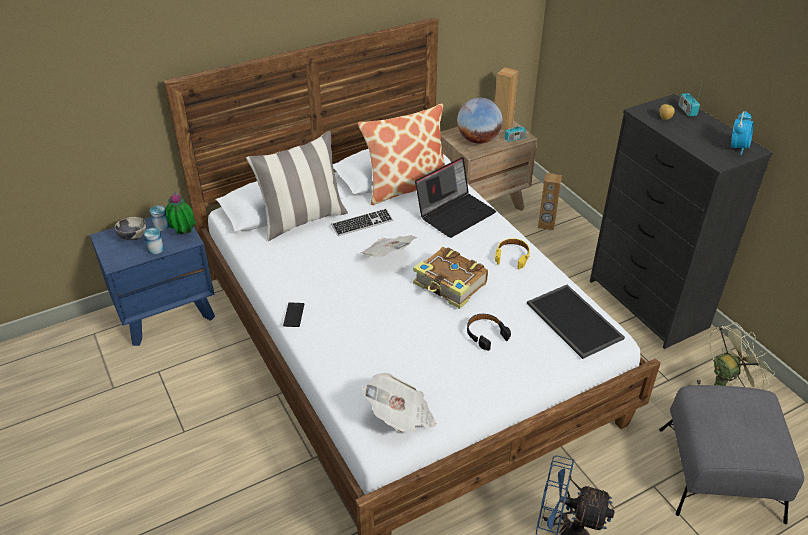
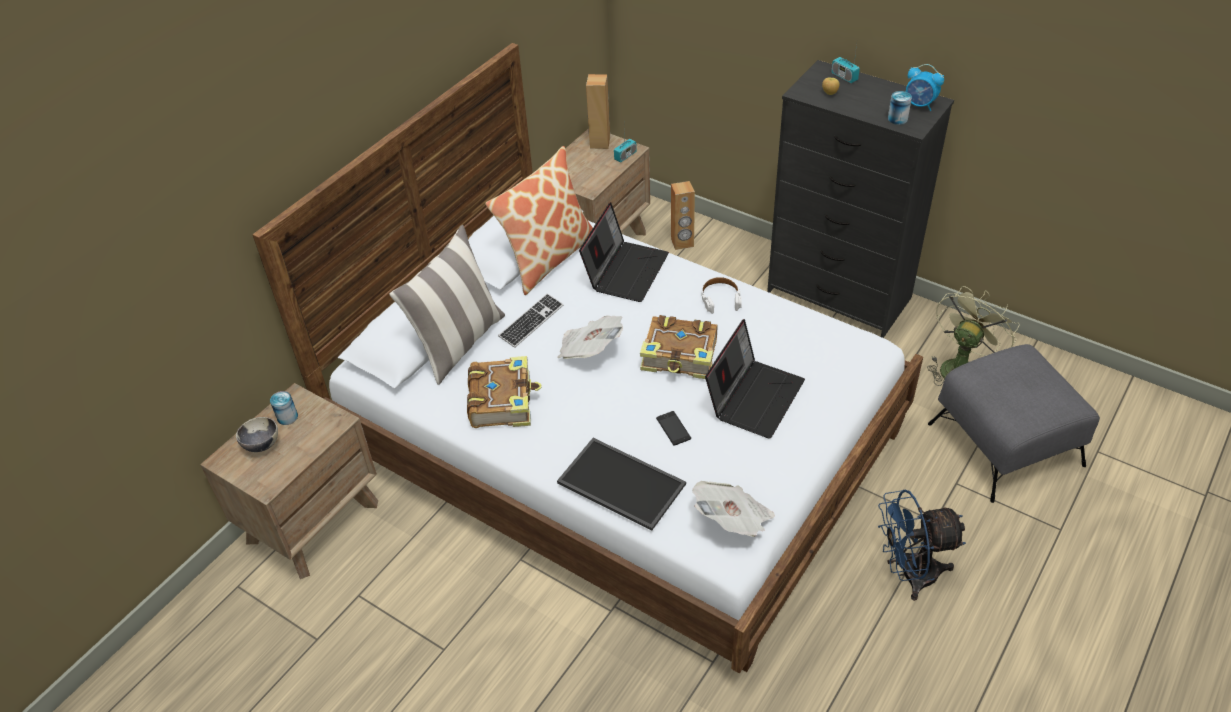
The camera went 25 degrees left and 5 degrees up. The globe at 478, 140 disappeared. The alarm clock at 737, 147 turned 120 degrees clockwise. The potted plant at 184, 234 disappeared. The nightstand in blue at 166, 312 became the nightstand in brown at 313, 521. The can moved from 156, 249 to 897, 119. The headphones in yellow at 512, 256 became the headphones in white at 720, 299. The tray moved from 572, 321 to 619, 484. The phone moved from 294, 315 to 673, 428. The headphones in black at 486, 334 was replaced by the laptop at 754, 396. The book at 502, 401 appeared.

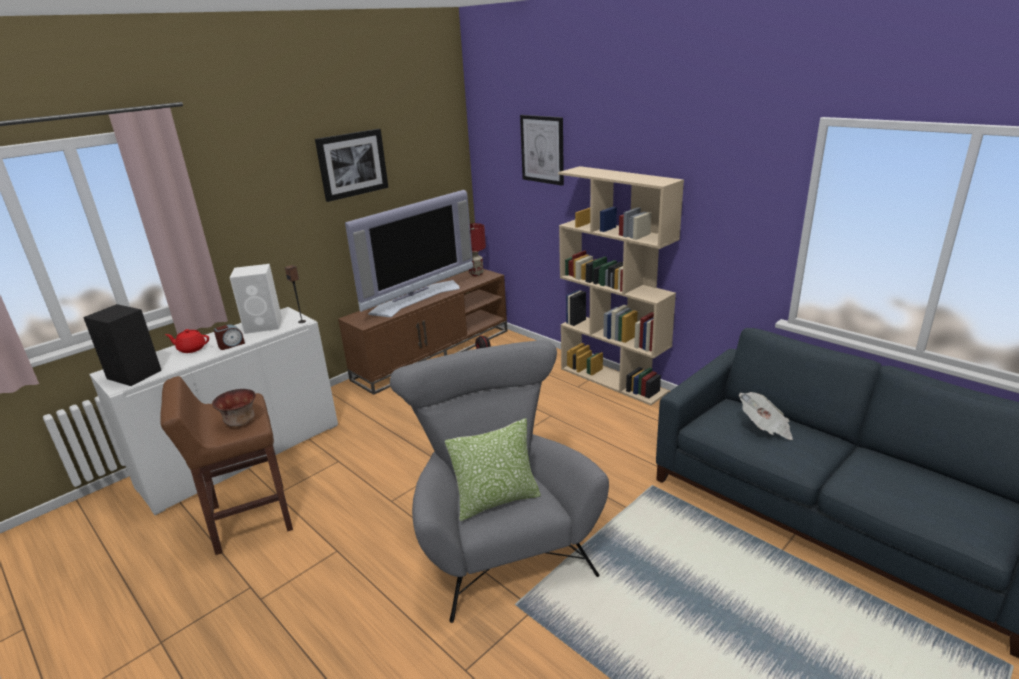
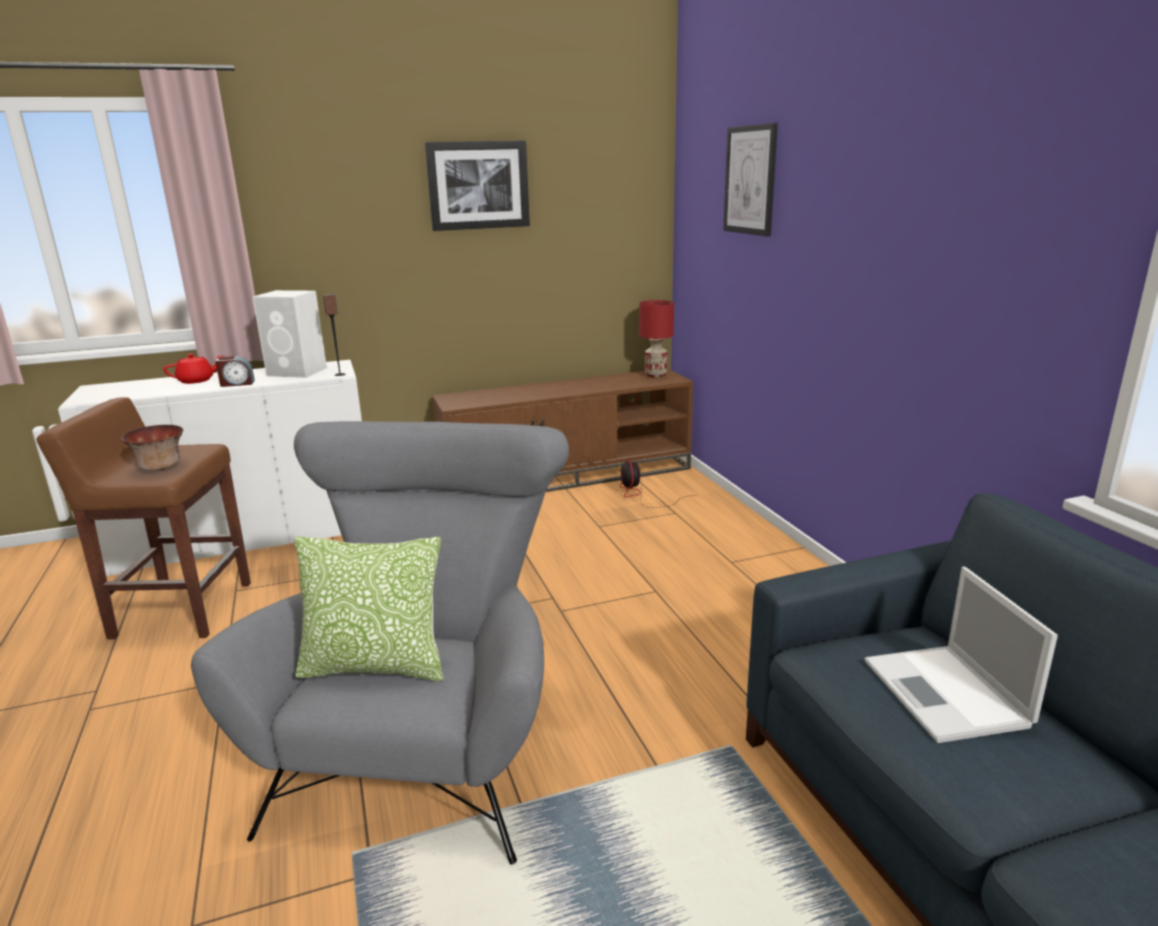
The camera went 25 degrees right and 5 degrees down. The bookcase in beige at 613, 380 disappeared. The television at 416, 298 disappeared. The speaker in black at 135, 375 disappeared. The teapot in red at 191, 349 turned 120 degrees clockwise. The newspaper at 765, 428 was replaced by the laptop at 947, 694.

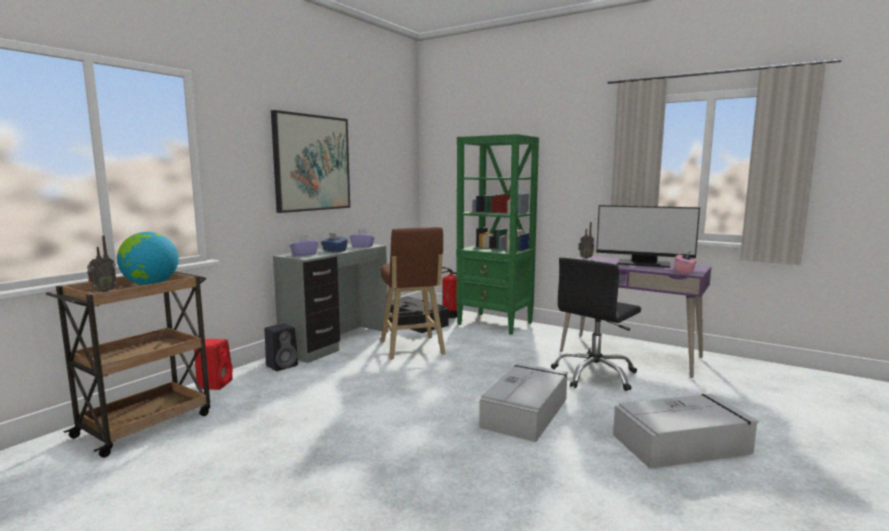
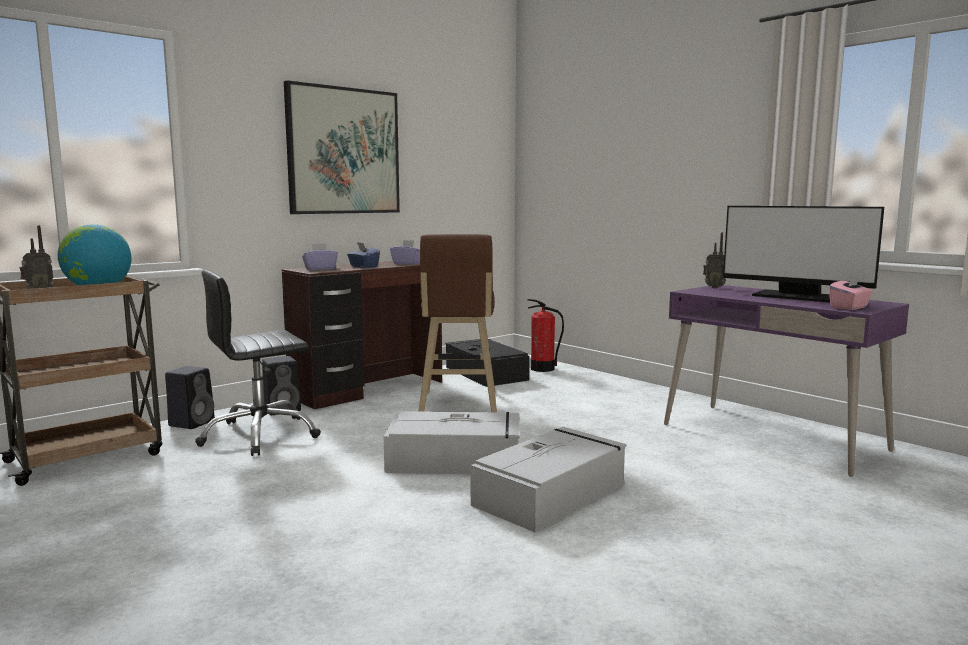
The camera went 15 degrees right and 0 degrees up. The bookcase in green at 495, 324 disappeared. The desk in grey at 338, 343 became the desk in brown at 369, 390. The office chair in black moved from 595, 375 to 260, 435. The speaker in red at 215, 384 became the speaker in black at 192, 423. The storage box in grey moved from 682, 444 to 456, 460.

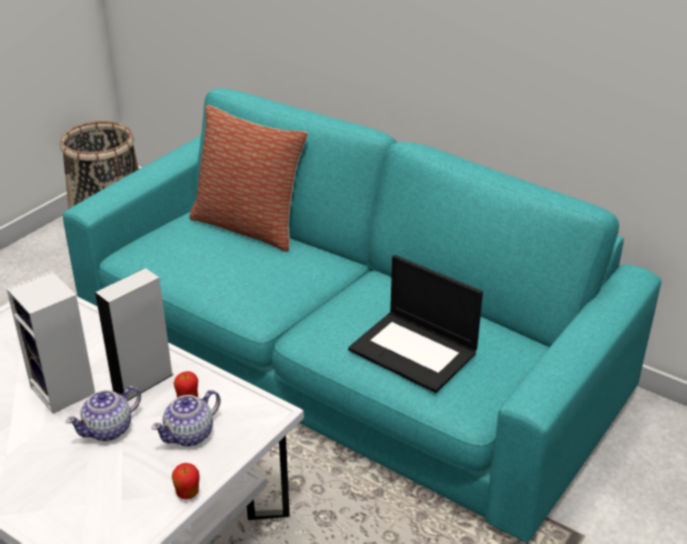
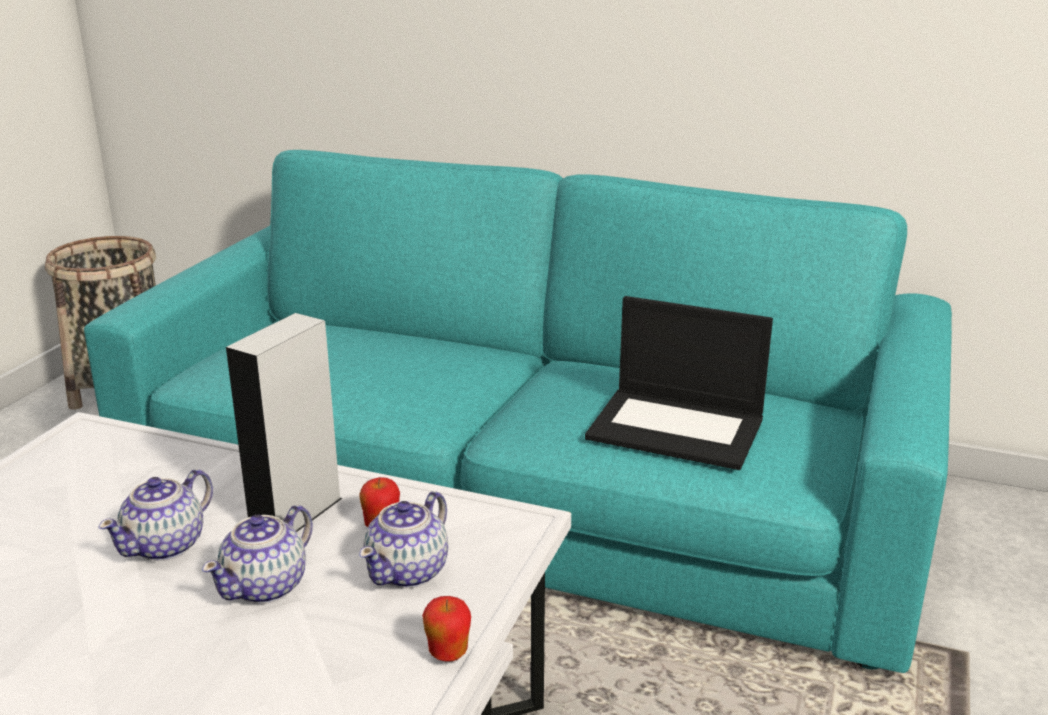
The camera went 15 degrees left and 10 degrees down. The pillow at 249, 226 disappeared. The speaker at 65, 391 was replaced by the teapot at 166, 545.

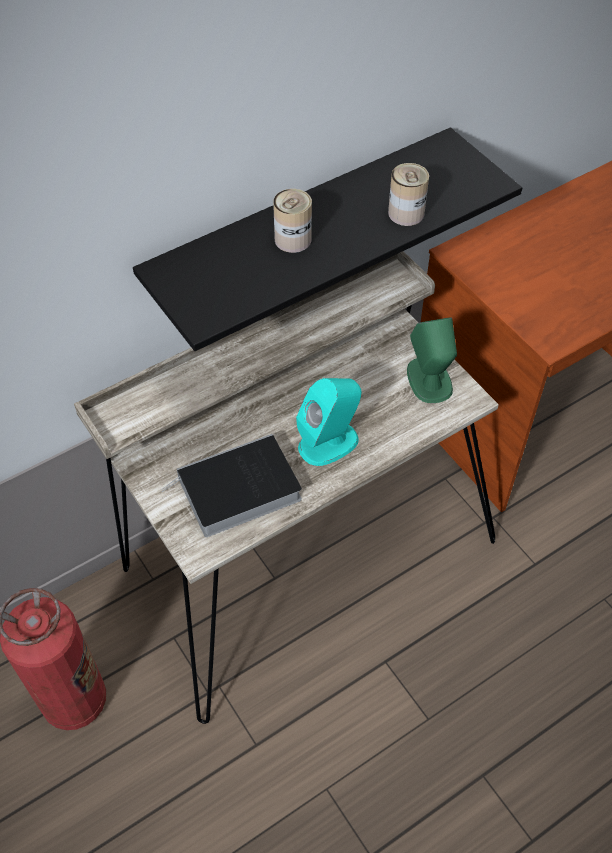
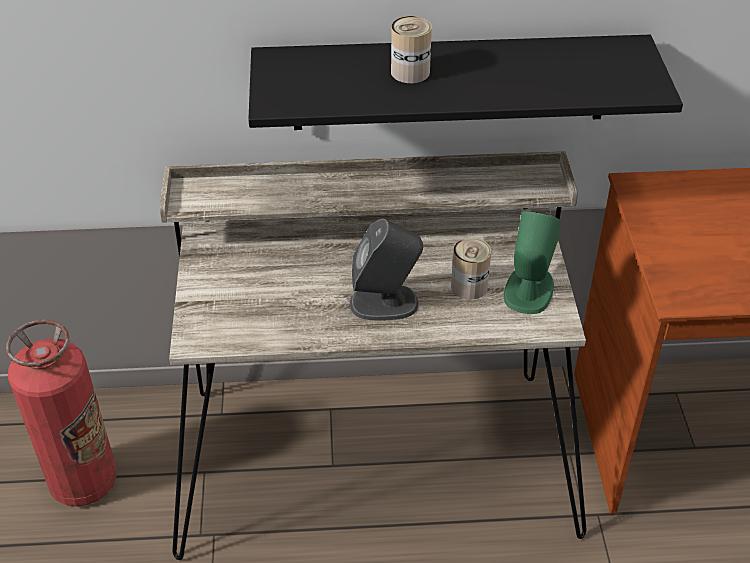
The camera went 30 degrees right and 10 degrees down. The can moved from 406, 213 to 469, 286. The speaker in turquoise at 329, 442 became the speaker in grey at 385, 303. The book at 236, 491 disappeared.

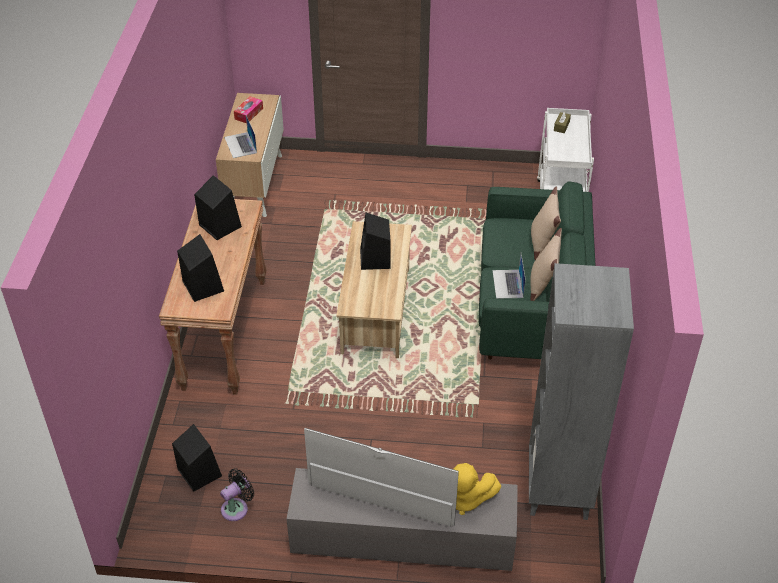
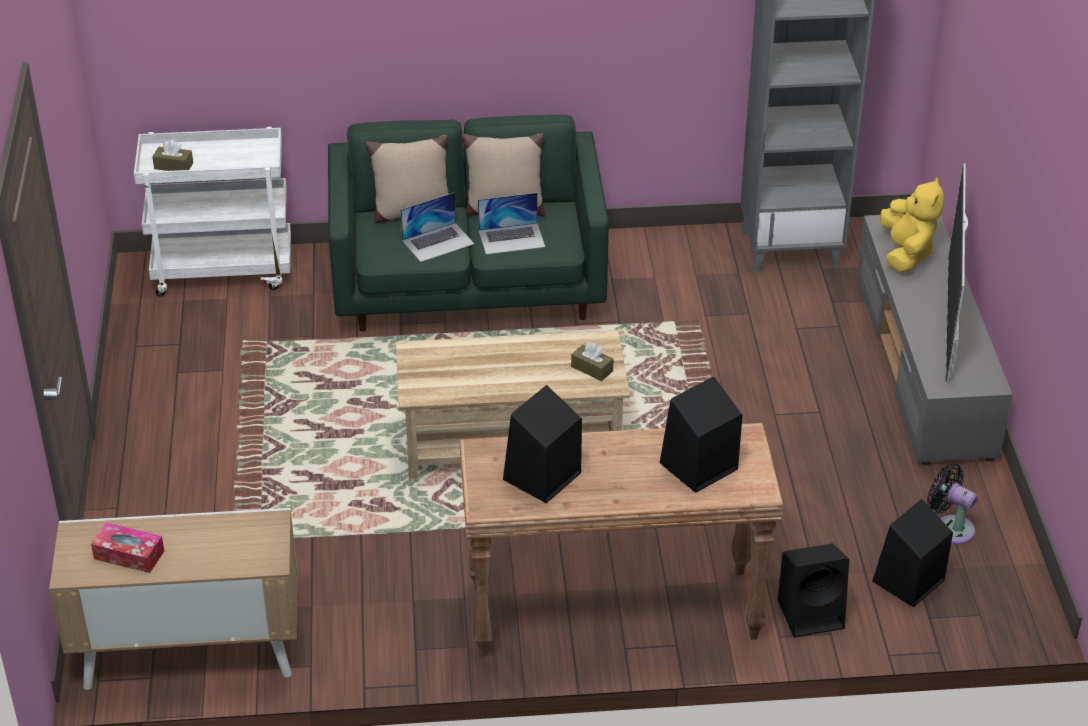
The camera went 100 degrees left and 5 degrees down. The laptop moved from 240, 145 to 438, 242. The speaker in black moved from 375, 259 to 812, 613. The tissue box in brown at 592, 369 appeared.

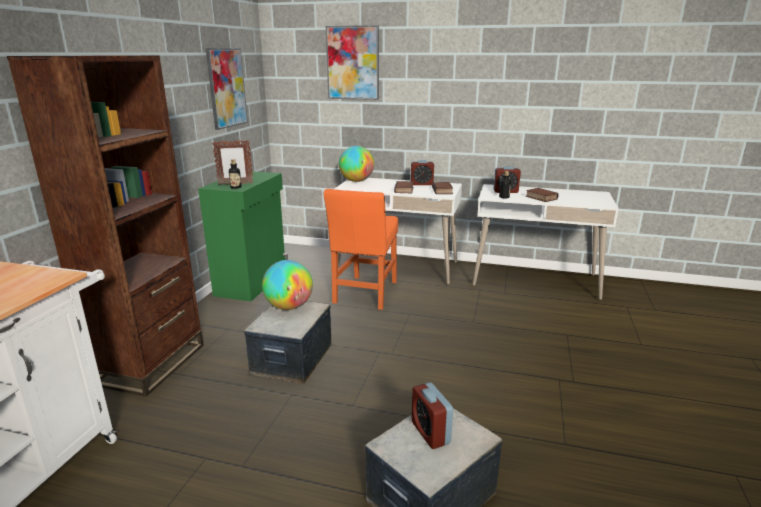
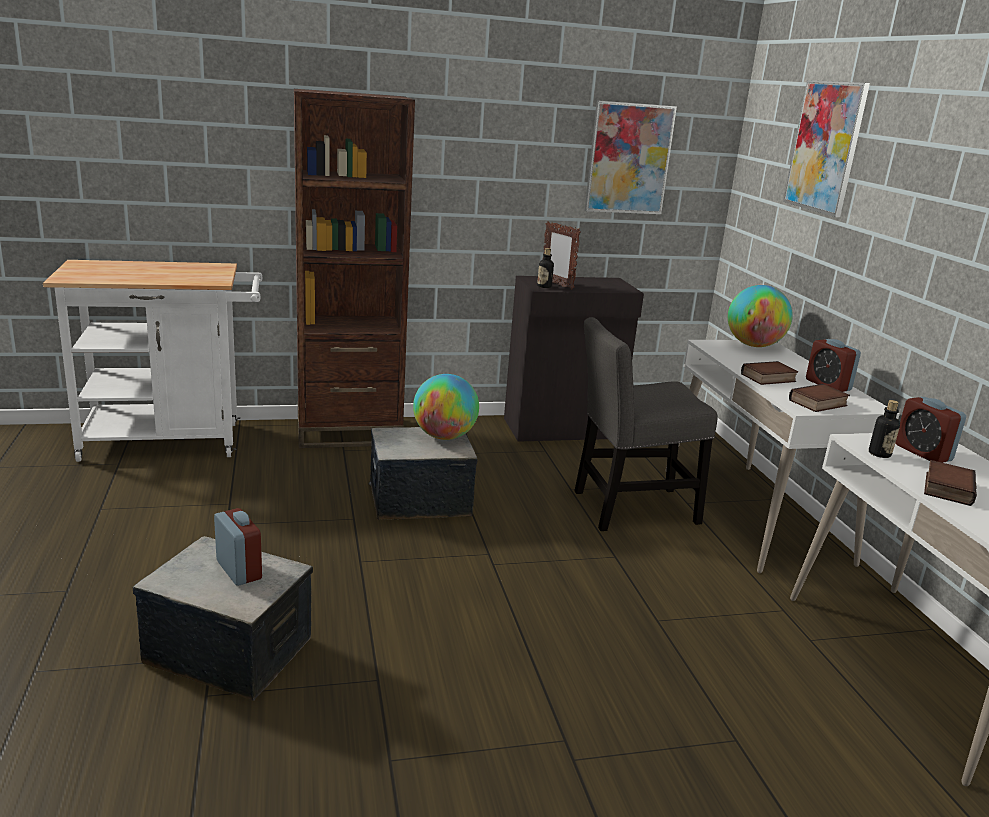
The camera went 60 degrees right and 0 degrees up. The cabinet in green at 253, 282 became the cabinet in black at 563, 429. The chair in orange at 365, 294 became the chair in grey at 629, 508. The alarm clock at 430, 433 turned 105 degrees clockwise.

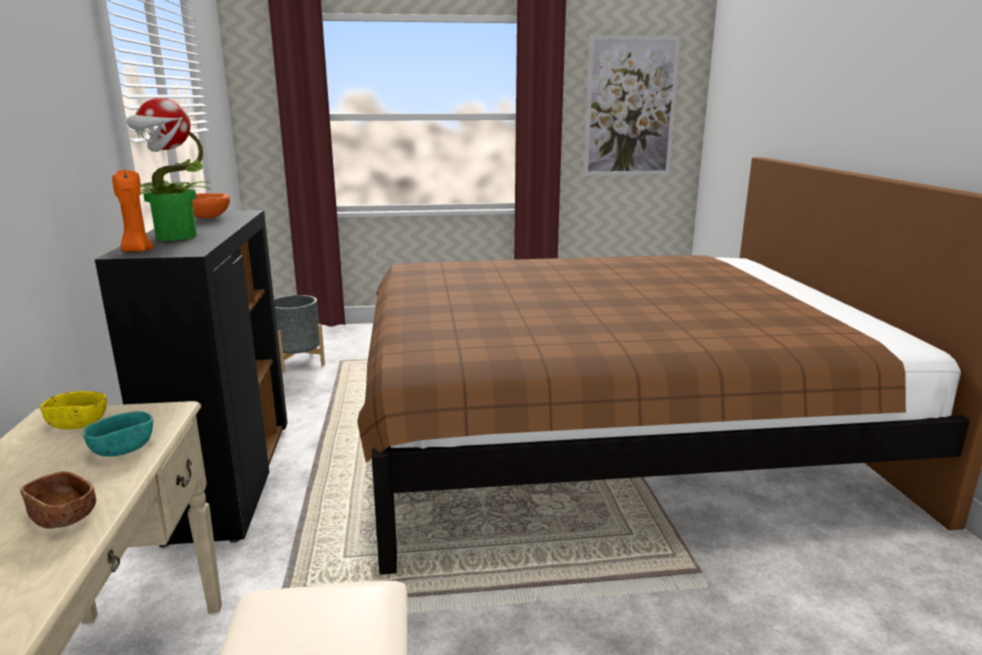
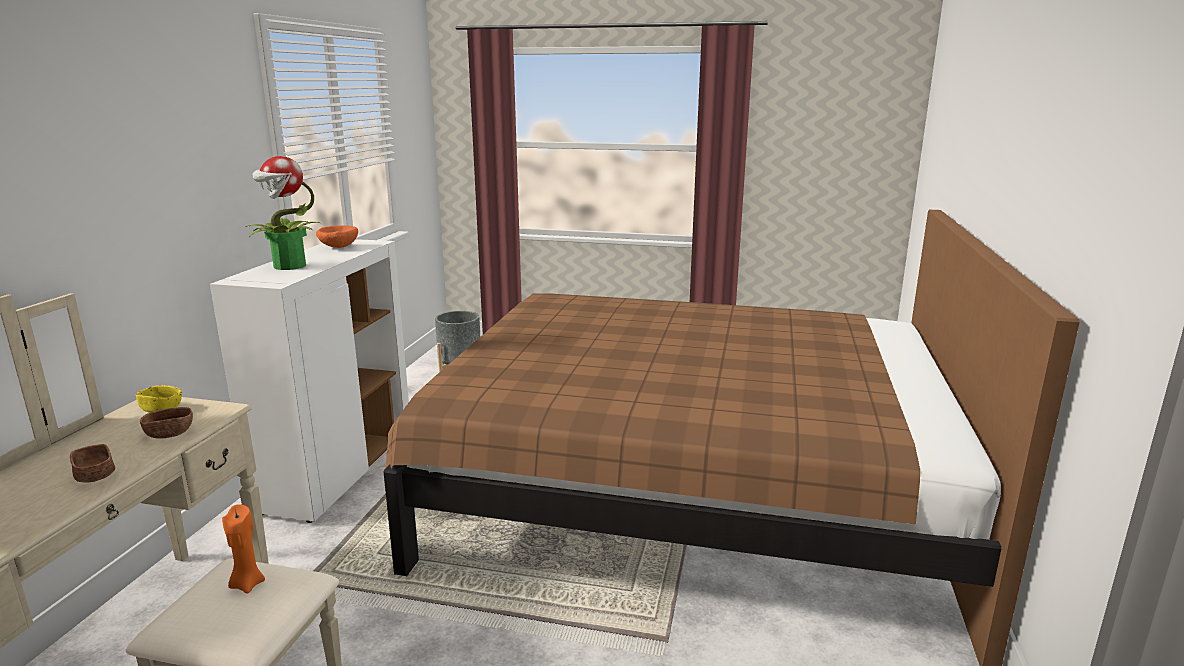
The camera went 20 degrees right and 0 degrees up. The picture at 630, 107 disappeared. The candle in orange moved from 137, 250 to 247, 584. The cabinet in black at 229, 479 became the cabinet in white at 339, 469. The bowl in turquoise at 123, 448 became the bowl in brown at 170, 433.

